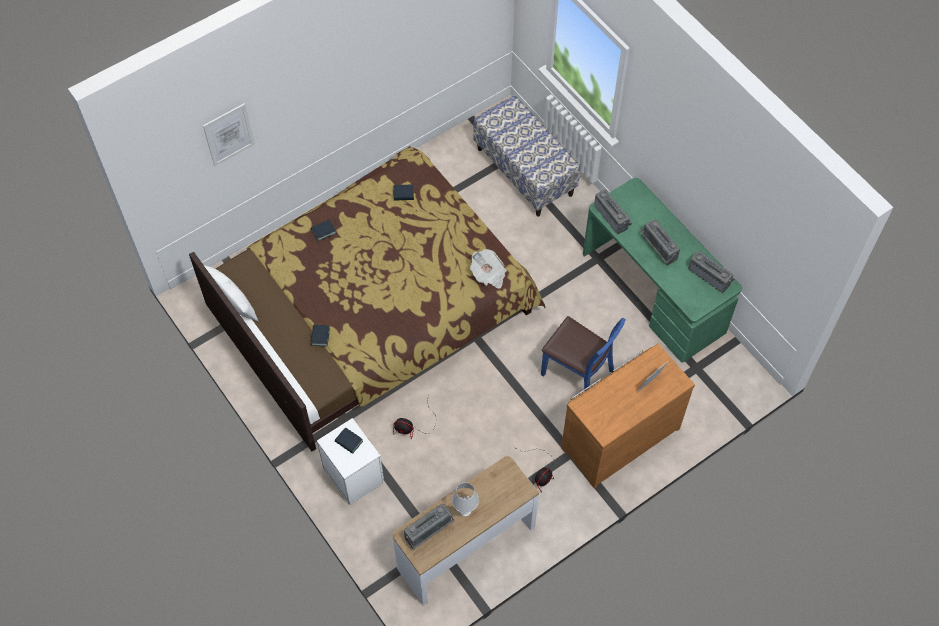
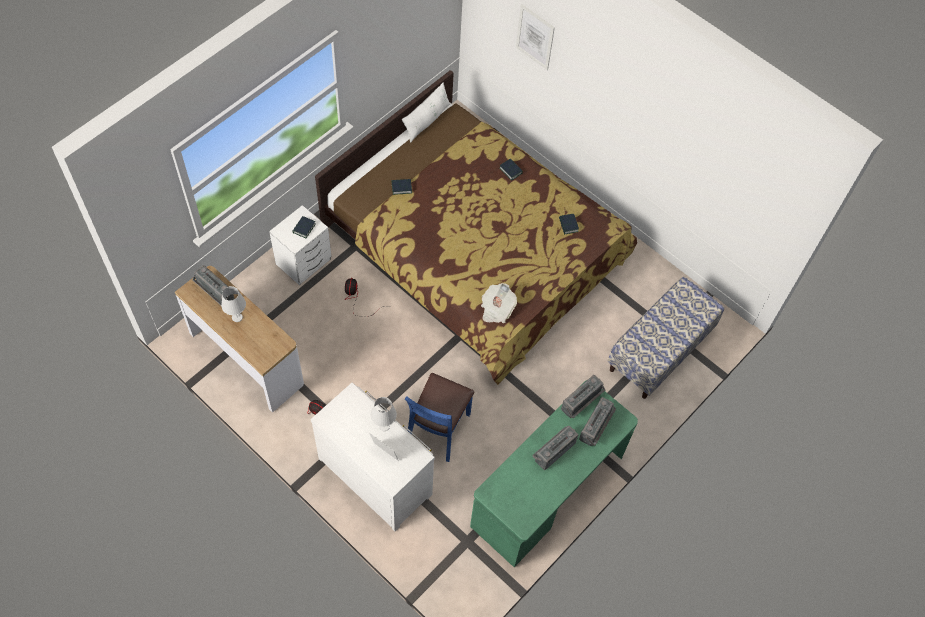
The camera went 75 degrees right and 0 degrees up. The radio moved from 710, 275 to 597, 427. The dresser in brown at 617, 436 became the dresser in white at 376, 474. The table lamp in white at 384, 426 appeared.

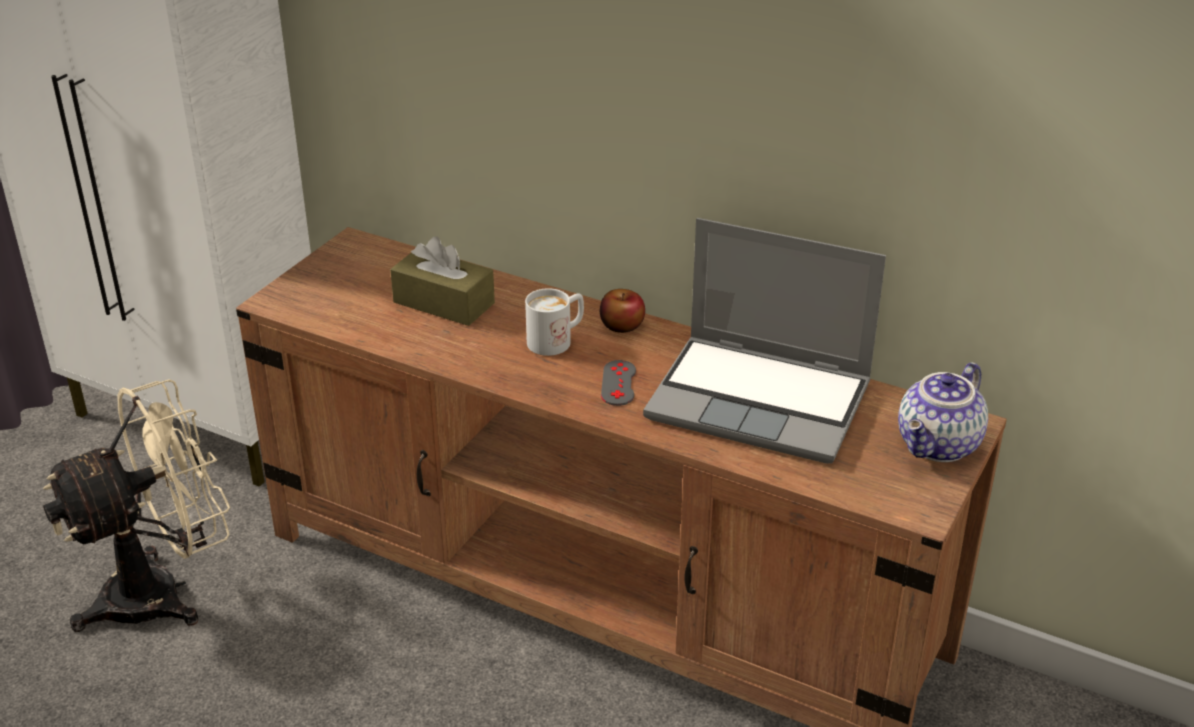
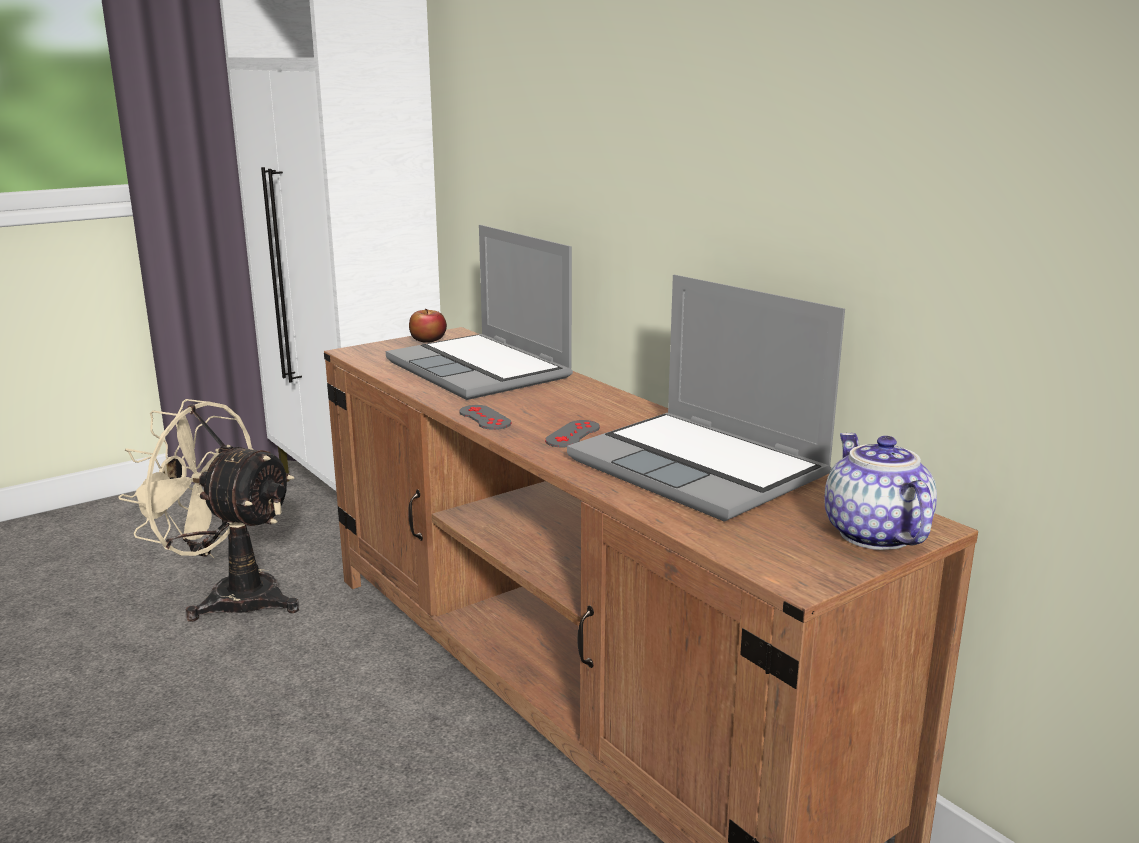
The camera went 25 degrees right and 15 degrees down. The tissue box in brown at 444, 303 was replaced by the laptop at 481, 370. The mug in white at 557, 340 disappeared. The apple moved from 622, 325 to 428, 340. The teapot at 939, 446 turned 105 degrees clockwise. The fan in beige at 163, 592 turned 150 degrees counterclockwise. The game controller in grey at 485, 418 appeared.

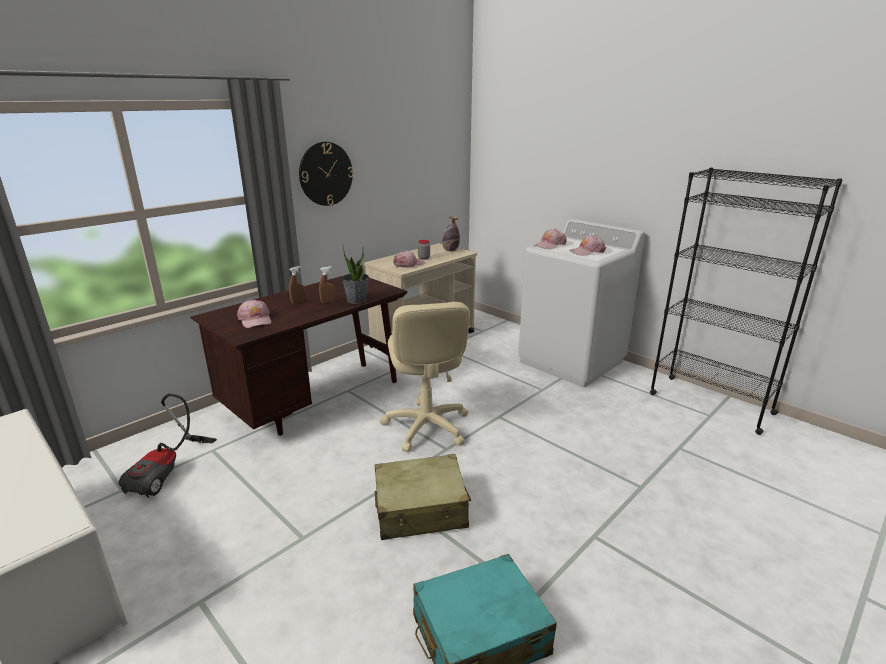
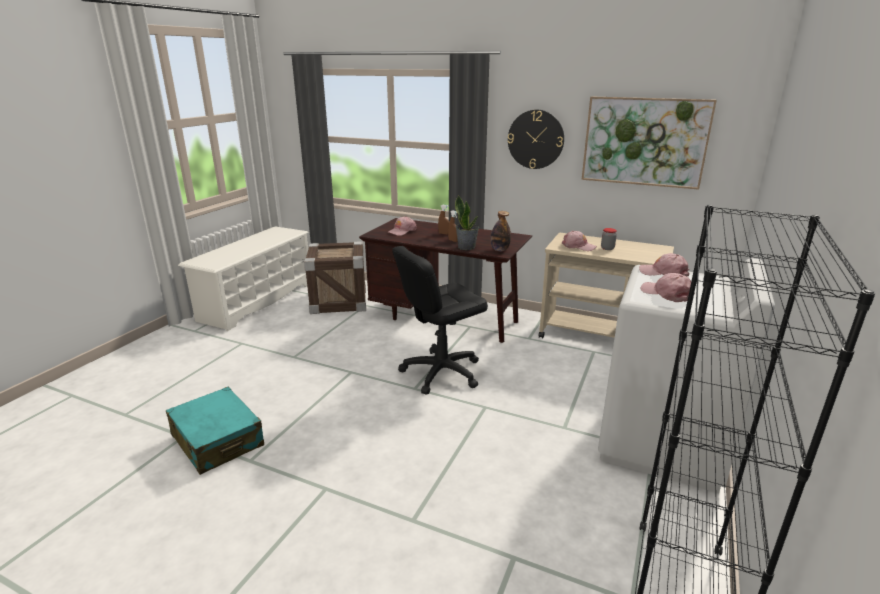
The camera went 70 degrees right and 0 degrees up. The bottle moved from 450, 250 to 499, 250. The office chair in beige at 426, 426 became the office chair in black at 441, 372. The vacuum cleaner at 169, 472 was replaced by the crate at 339, 301. The suitcase in beige at 421, 509 disappeared. The picture at 644, 142 appeared.

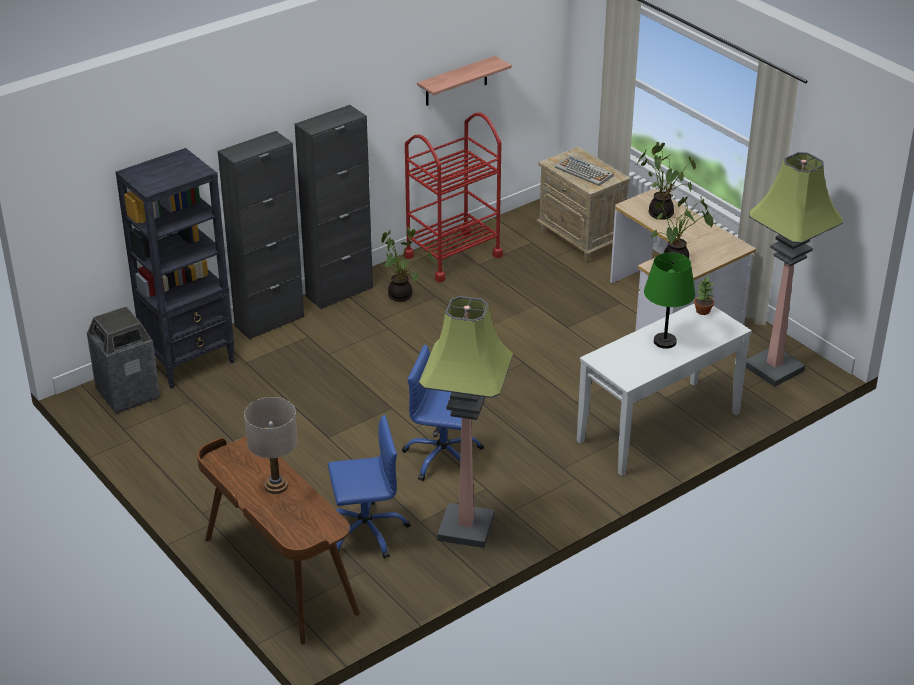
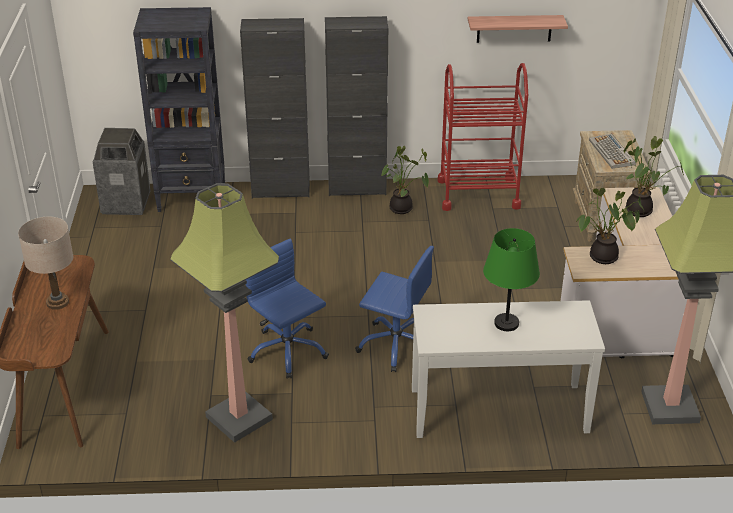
The camera went 35 degrees right and 0 degrees up. The potted plant at 702, 311 disappeared. The office chair in blue moved from 366, 531 to 396, 345.

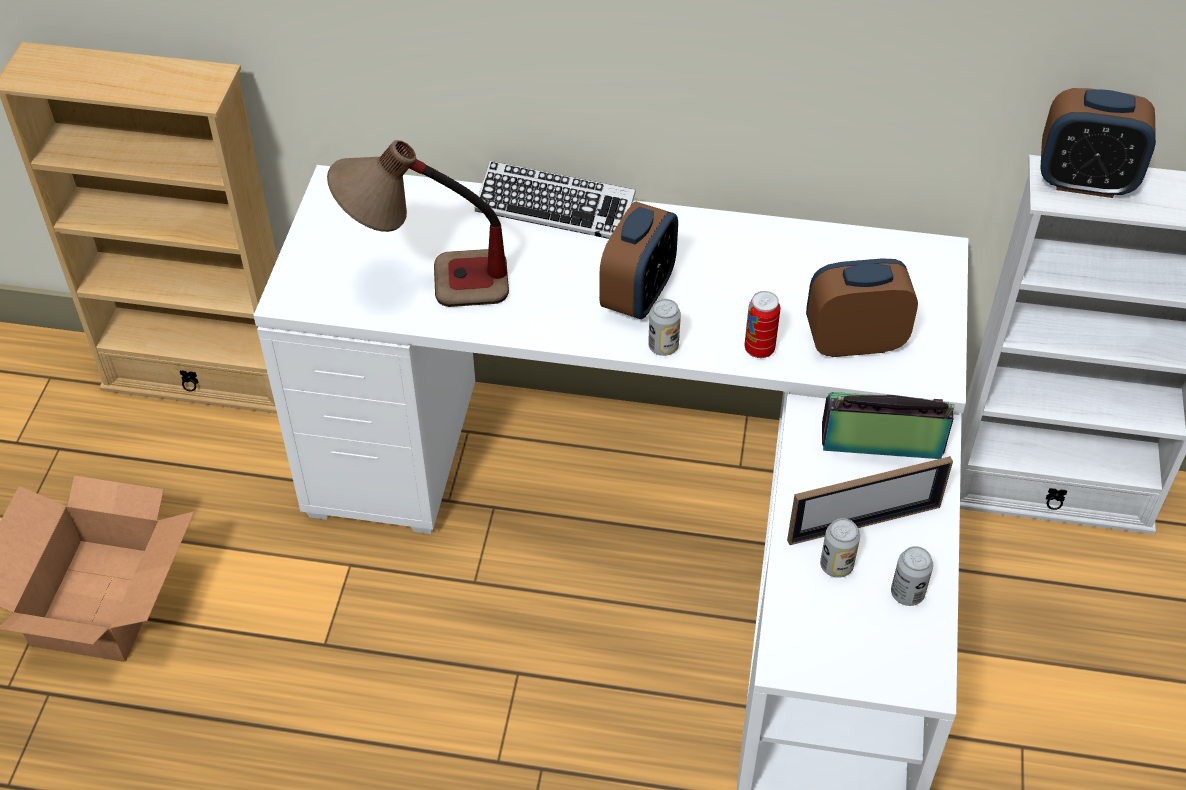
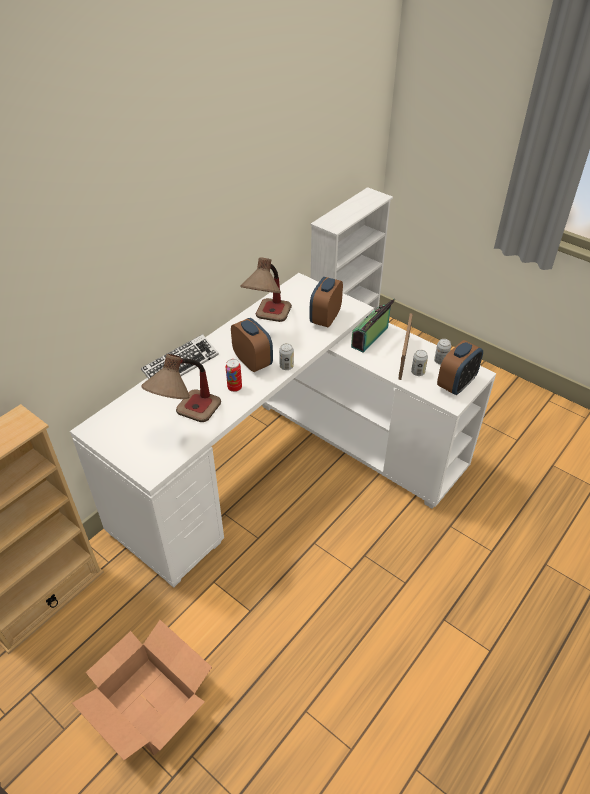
The camera went 60 degrees left and 5 degrees down. The alarm clock moved from 1084, 182 to 456, 385. The can moved from 759, 349 to 234, 388. The table lamp at 268, 323 appeared.

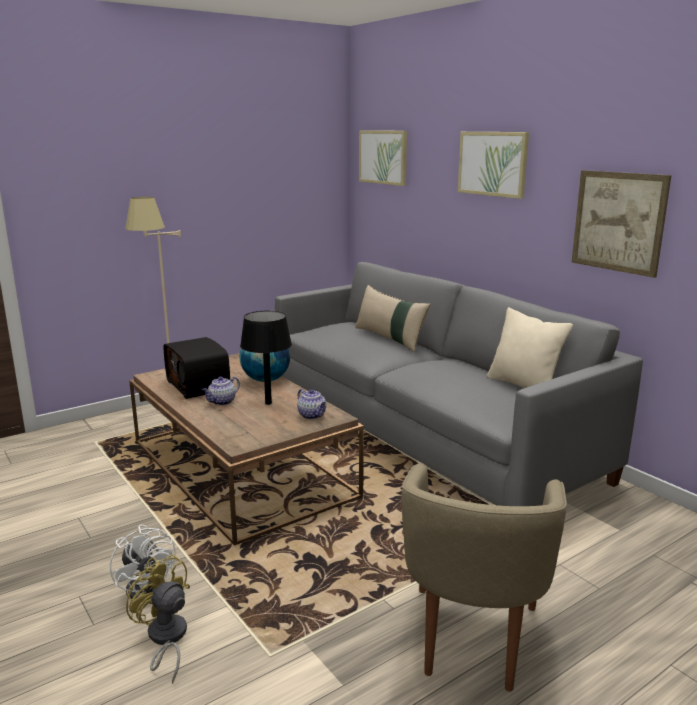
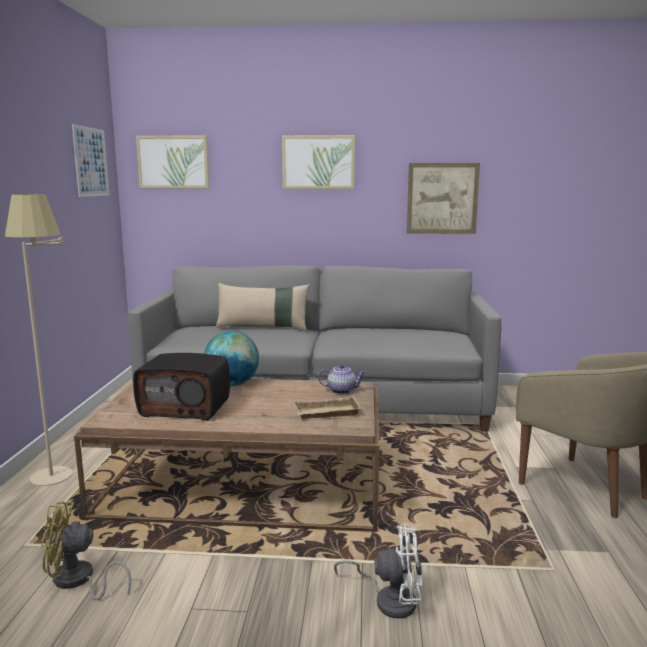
The camera went 50 degrees left and 5 degrees down. The pillow in beige at 524, 386 disappeared. The table lamp in black at 268, 403 disappeared. The teapot at 221, 402 disappeared. The fan in yellow moved from 165, 639 to 78, 581. The picture at 91, 162 appeared. The tray in beige at 326, 413 appeared.

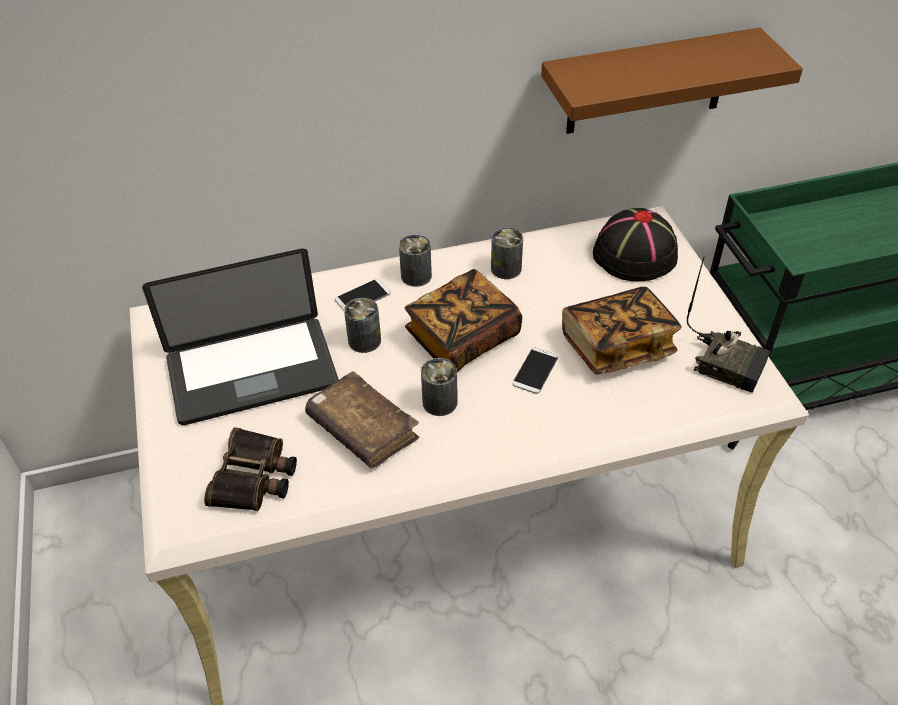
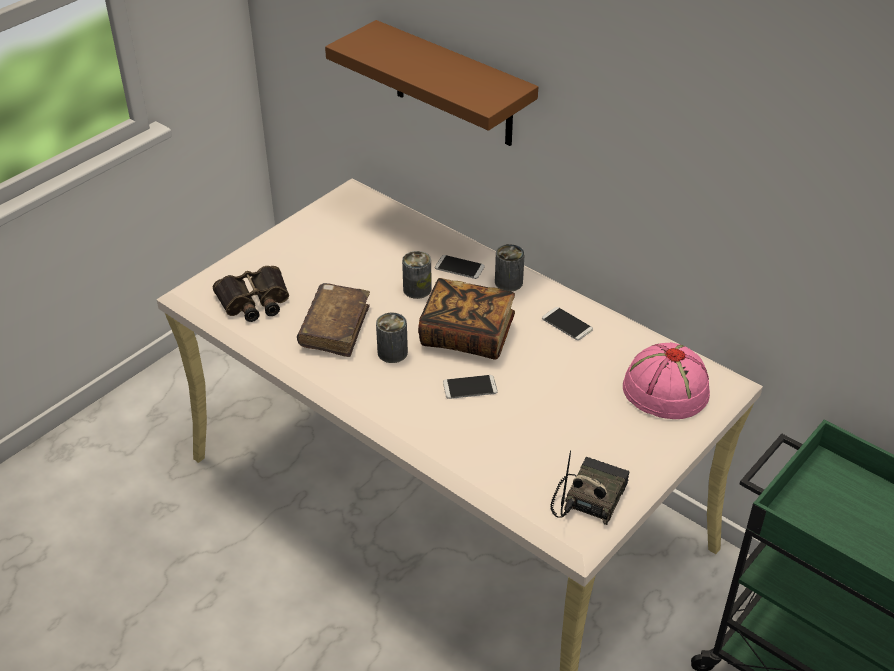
The camera went 55 degrees right and 5 degrees down. The shelf in brown moved from 647, 82 to 453, 85. The hat in black at 634, 255 became the hat in pink at 665, 389. The can at 506, 269 was replaced by the phone at 567, 324. The laptop at 252, 372 disappeared. The radio at 728, 363 turned 150 degrees counterclockwise. The book at 616, 346 disappeared.

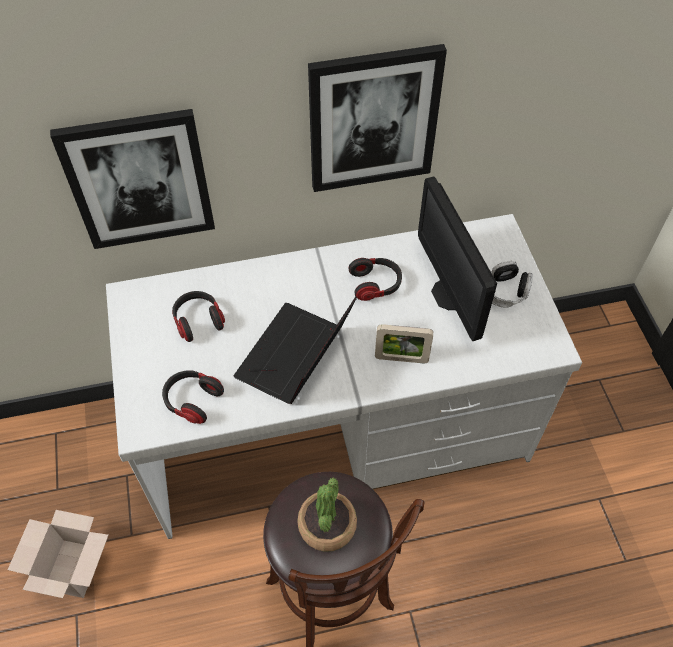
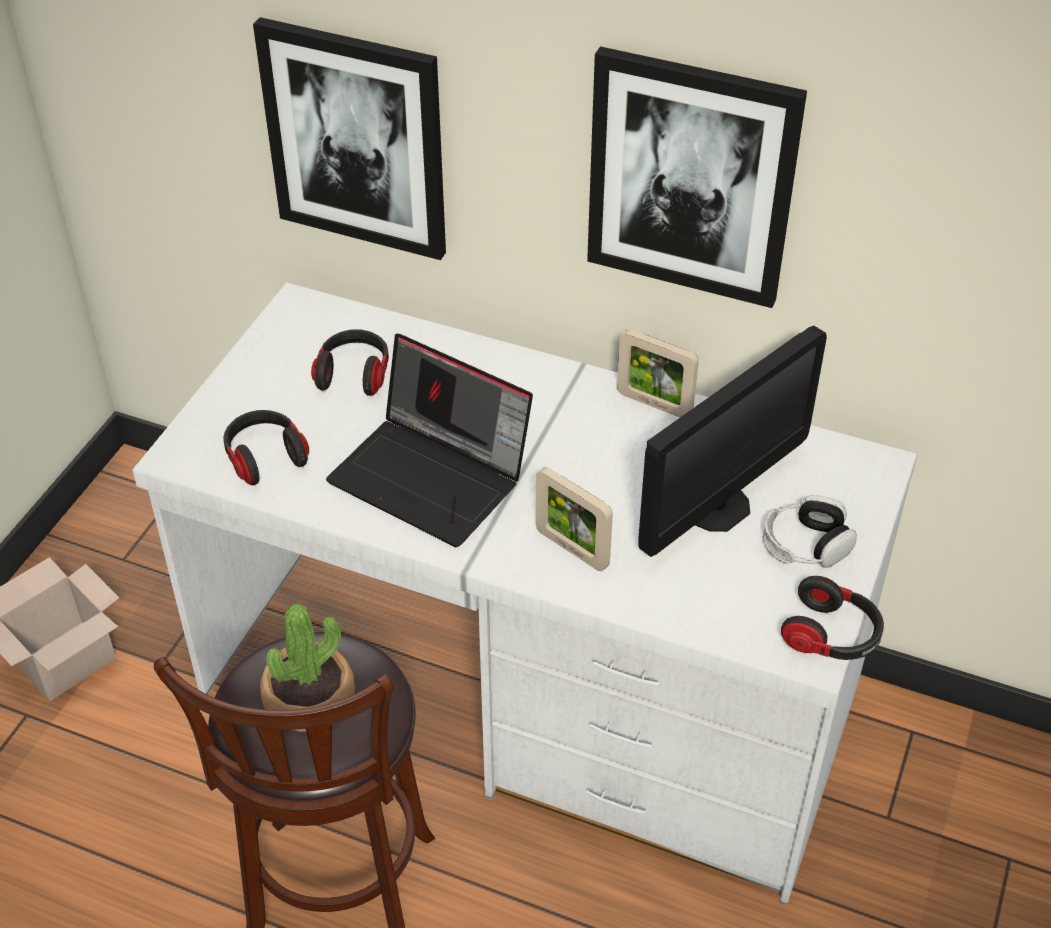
The camera went 35 degrees right and 10 degrees down. The monitor at 450, 294 turned 150 degrees counterclockwise. The headphones moved from 375, 285 to 831, 636. The laptop at 296, 358 turned 120 degrees counterclockwise. The picture frame at 654, 404 appeared.

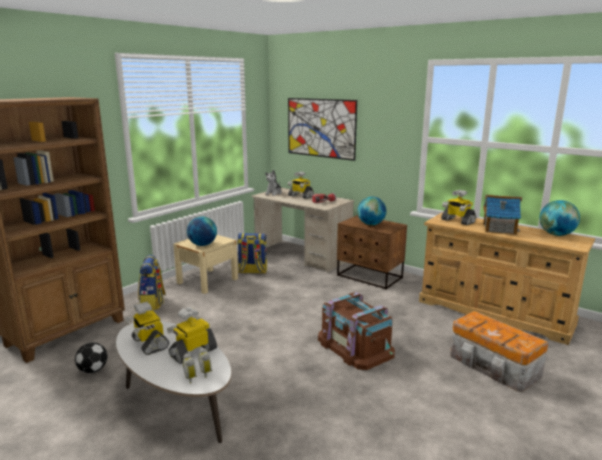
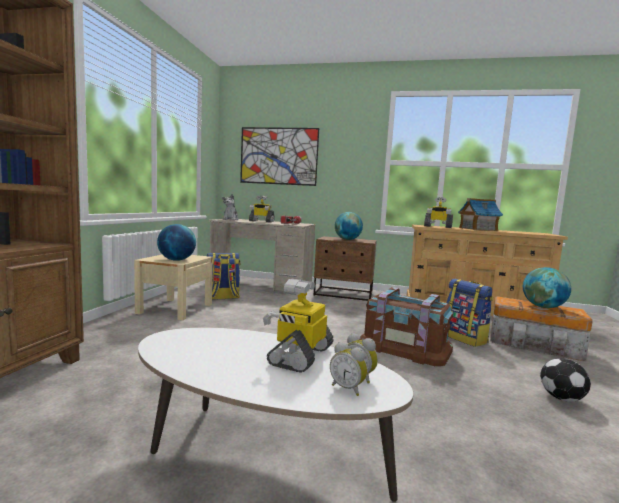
The camera went 25 degrees left and 10 degrees down. The globe moved from 556, 235 to 543, 307. The backpack moved from 153, 303 to 465, 338. The toy robot at 149, 343 disappeared. The football moved from 93, 370 to 562, 398.

